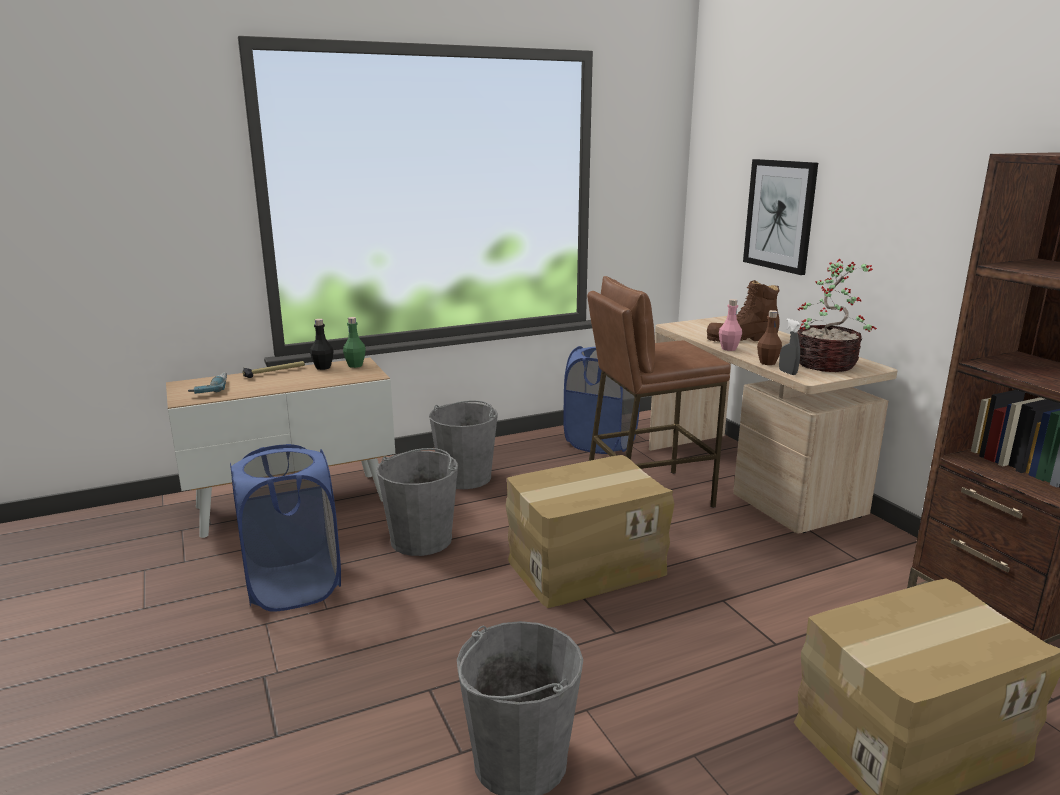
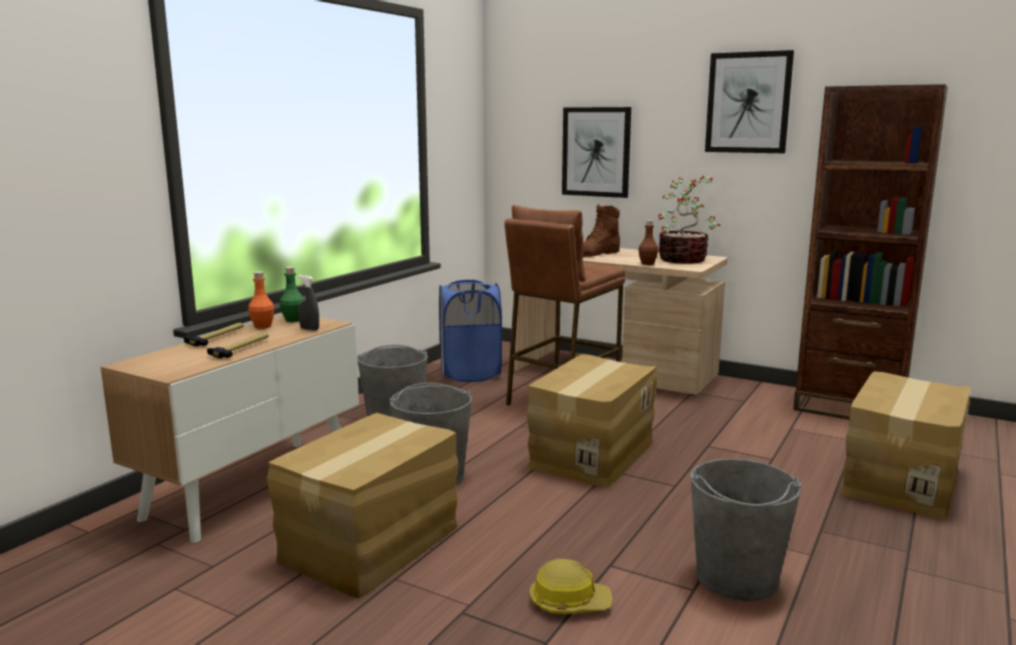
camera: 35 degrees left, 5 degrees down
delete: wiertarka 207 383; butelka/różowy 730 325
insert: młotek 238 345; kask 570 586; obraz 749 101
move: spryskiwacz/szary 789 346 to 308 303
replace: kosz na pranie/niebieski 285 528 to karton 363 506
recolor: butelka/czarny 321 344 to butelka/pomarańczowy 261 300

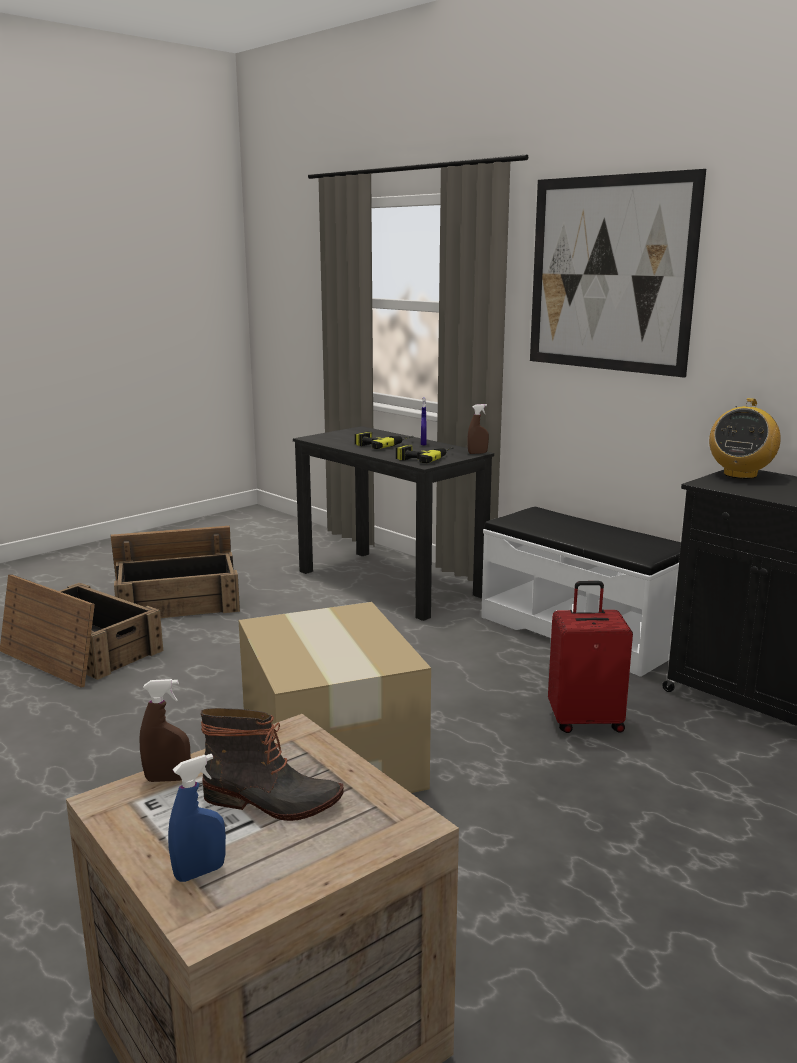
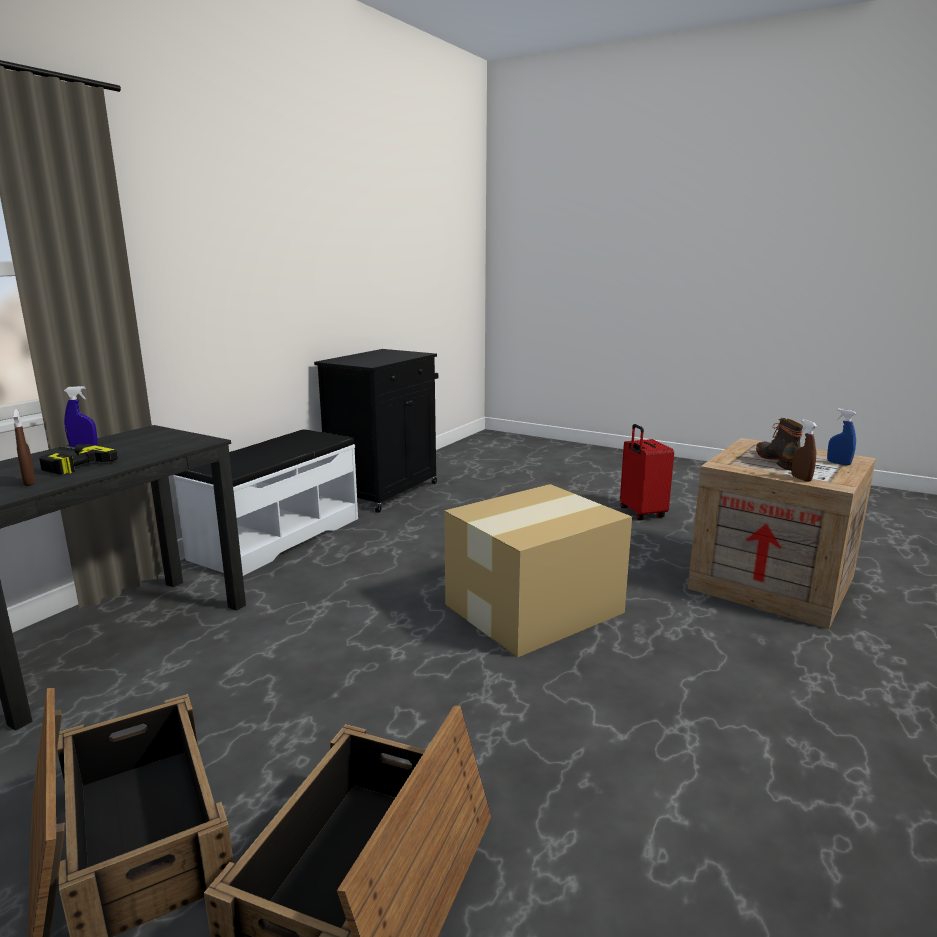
camera: 105 degrees left, 0 degrees up
delete: wiertarka 425 453; obraz 618 273; radio 745 438
move: spryskiwacz/brązowy 478 429 to 24 447; walizka/czerwony 590 657 to 647 472

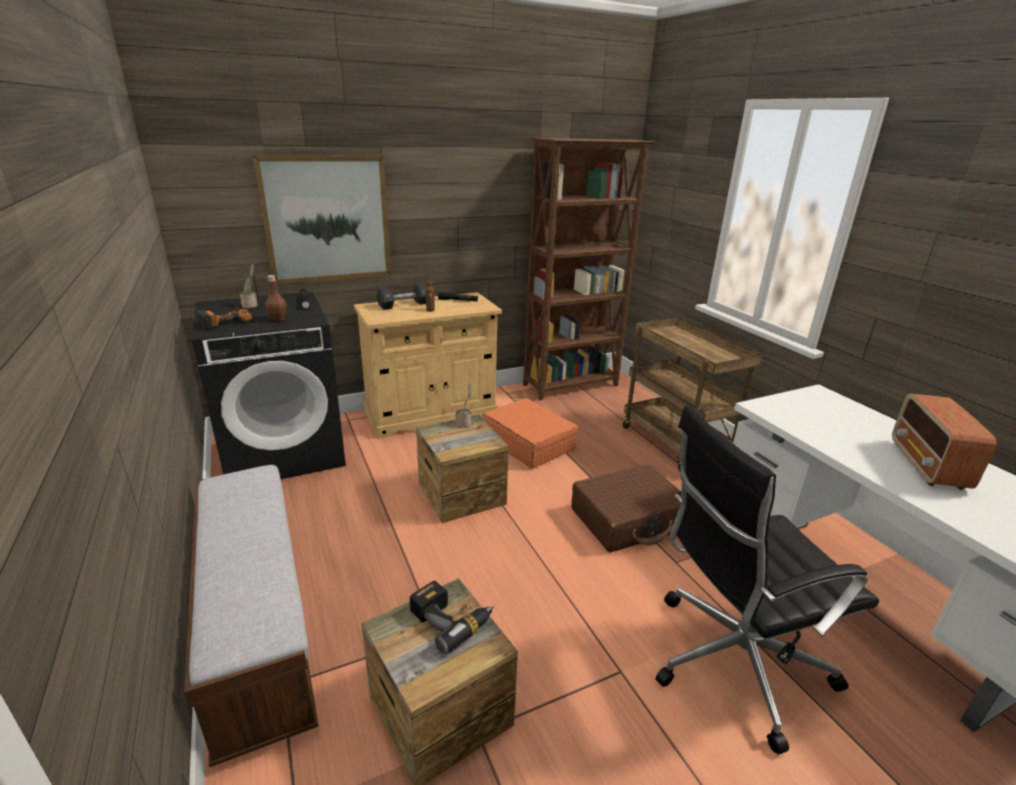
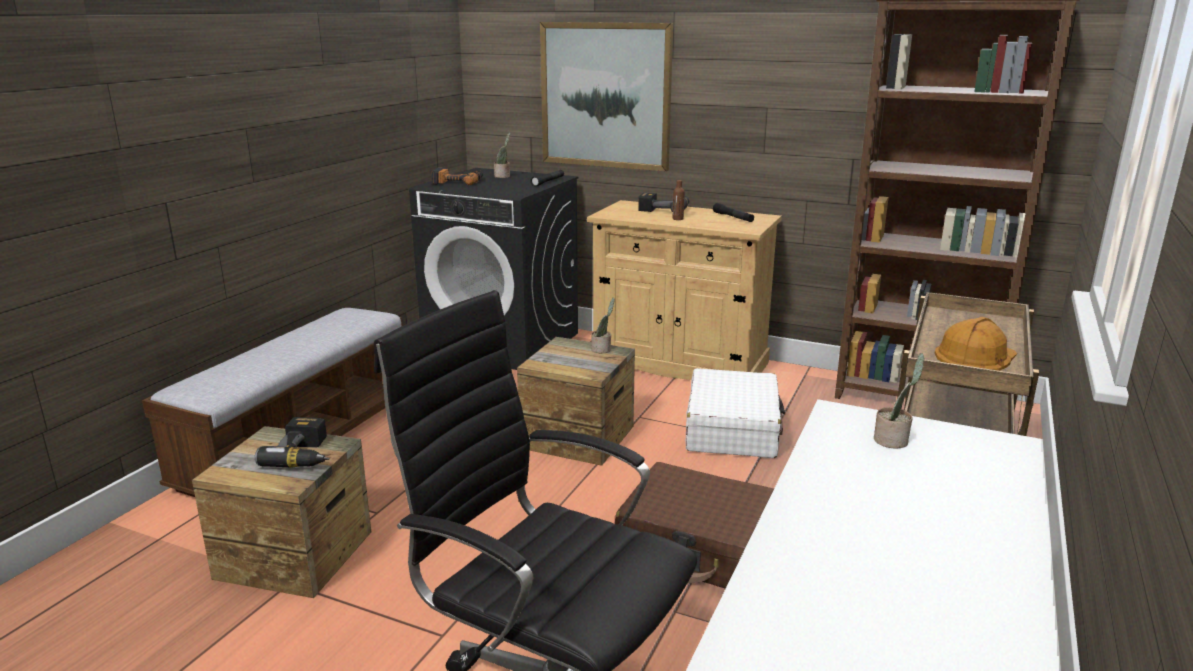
camera: 50 degrees right, 5 degrees down
delete: butelka/brązowy 276 298; radio 944 442
insert: roślina doniczkowa 899 401; kask/pomarańczowy 976 344
replace: hantel/czarny 402 296 to wiertarka 663 202
recolor: walizka/pomarańczowy 530 433 to walizka/biały 735 413

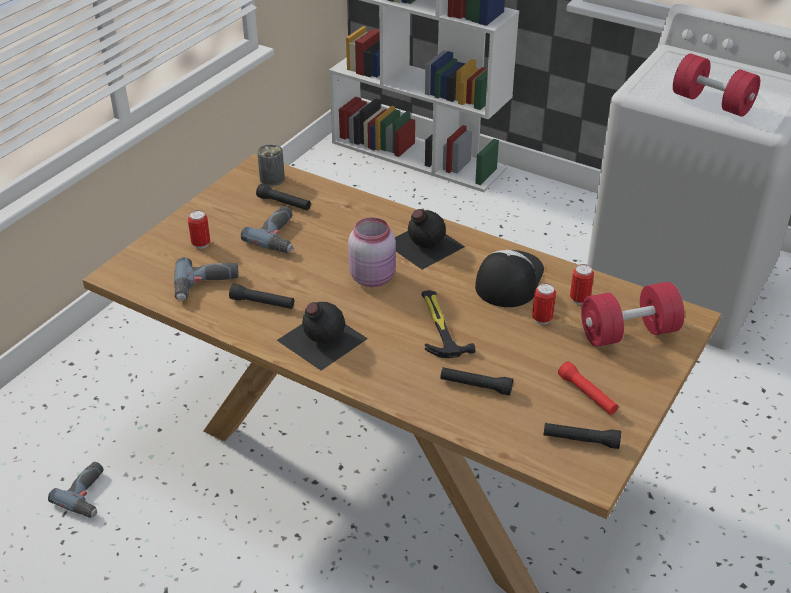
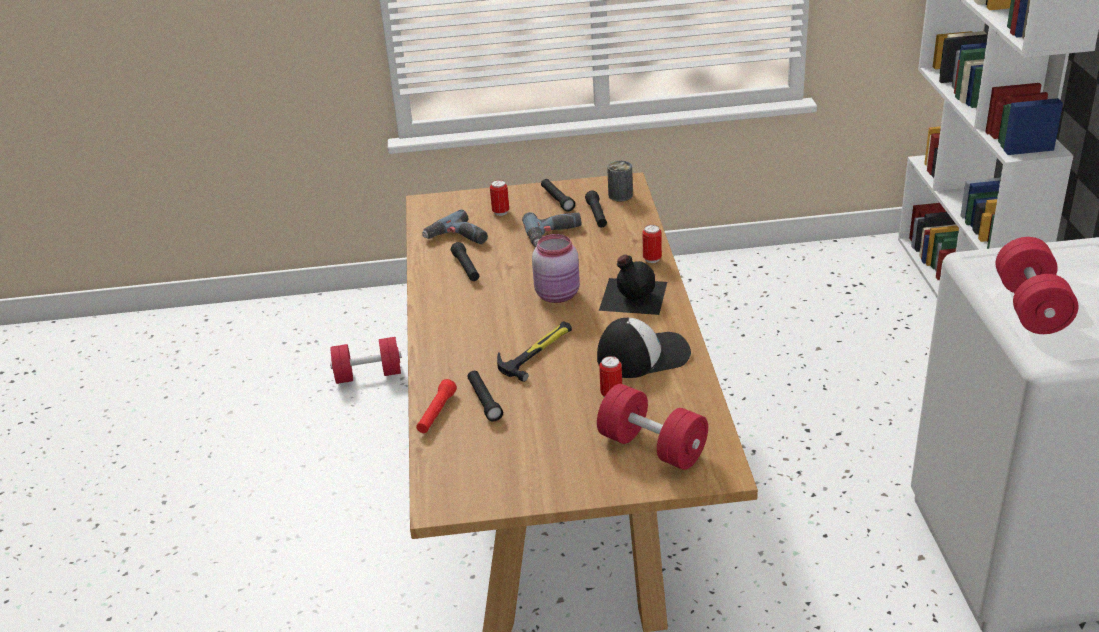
camera: 55 degrees right, 5 degrees down
delete: butelka/czarny 322 336
move: latarka/czarny 582 436 to 558 195; latarka/czerwony 588 388 to 436 406; puszka 582 284 to 652 244
replace: wiertarka 76 490 to hantel/czerwony 366 360

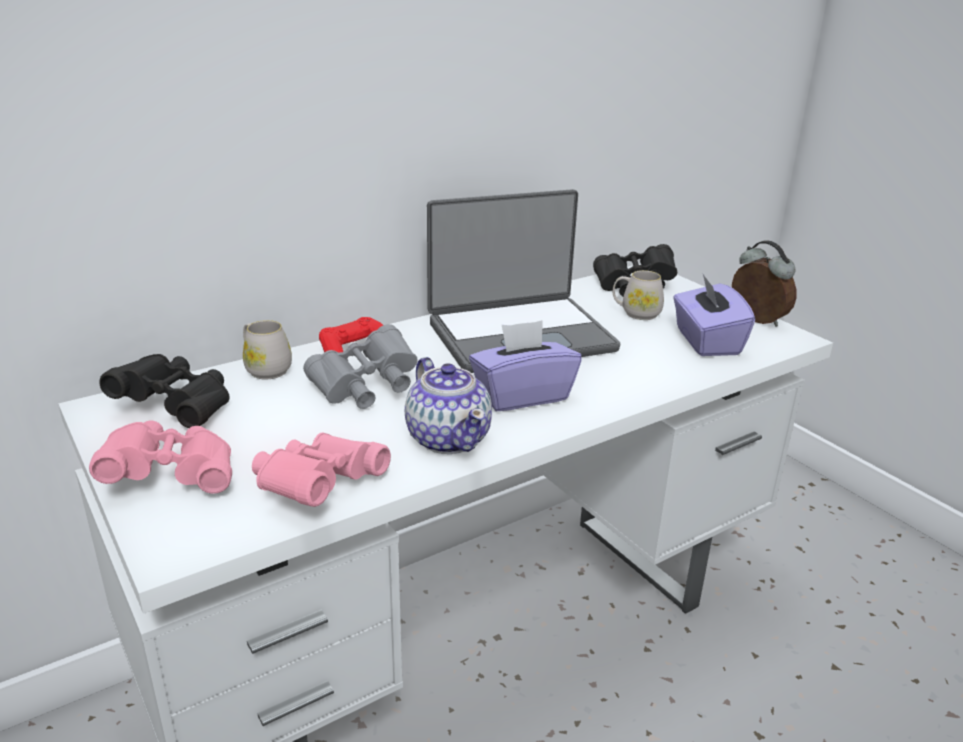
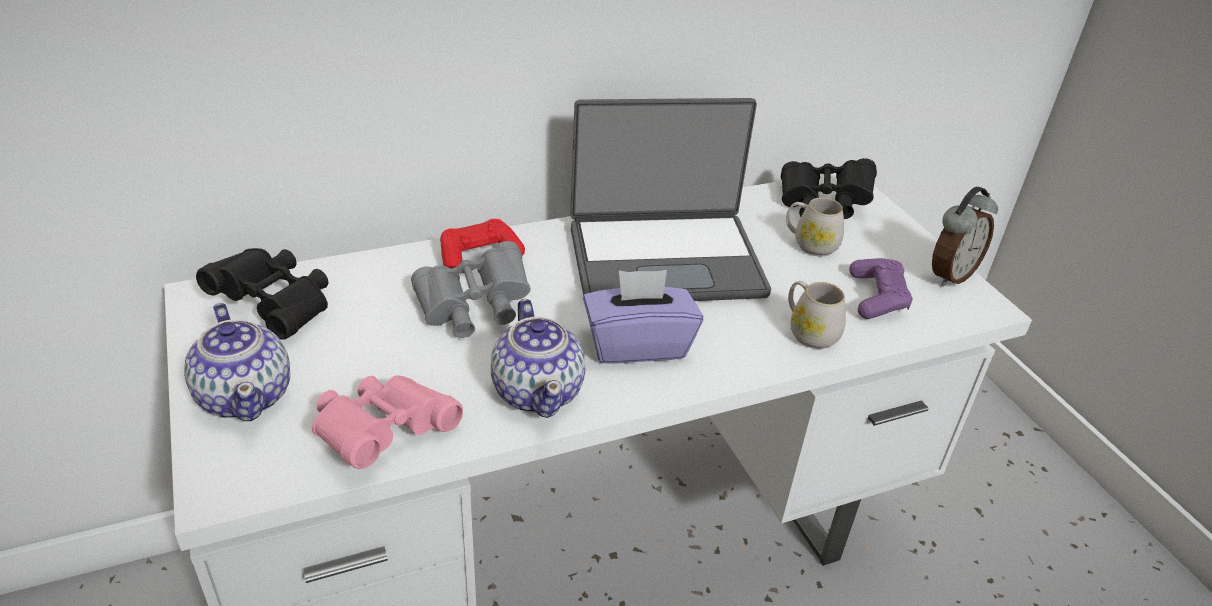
camera: 10 degrees right, 10 degrees up
move: kubek/biały 267 349 to 817 315
replace: lornetka/różowy 160 457 to imbryk 237 362; pudełko chusteczek/fioletowy 714 315 to pad do gier/fioletowy 881 288
rotate: budzik 764 283 = 965 237 75 degrees clockwise

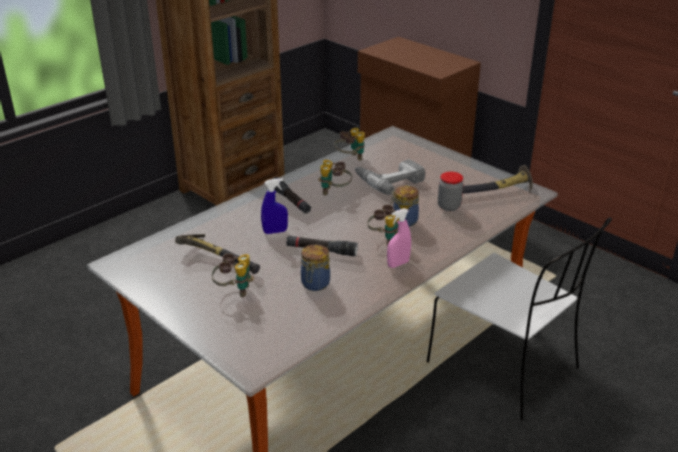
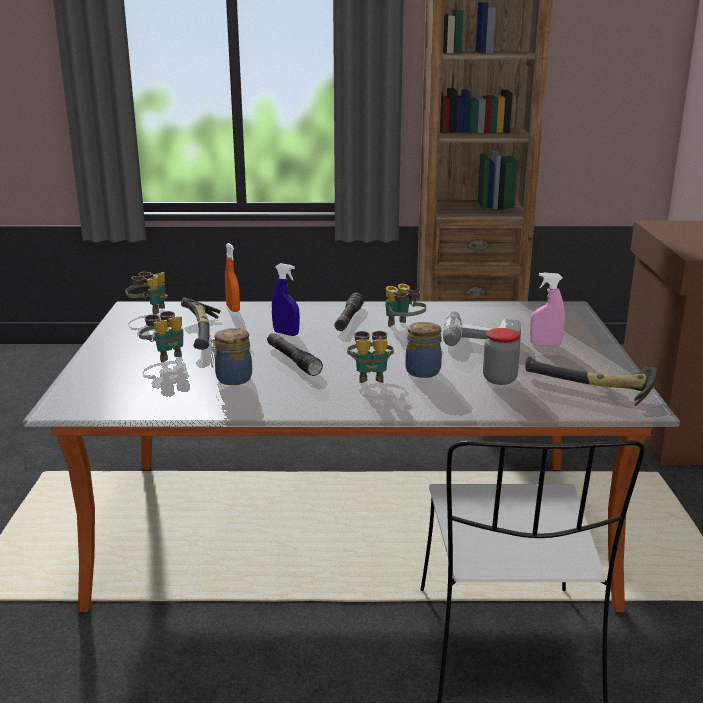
camera: 45 degrees right, 10 degrees down
insert: spryskiwacz/pomarańczowy 232 277
move: lornetka 349 144 to 147 293; spryskiwacz/różowy 399 238 to 547 309

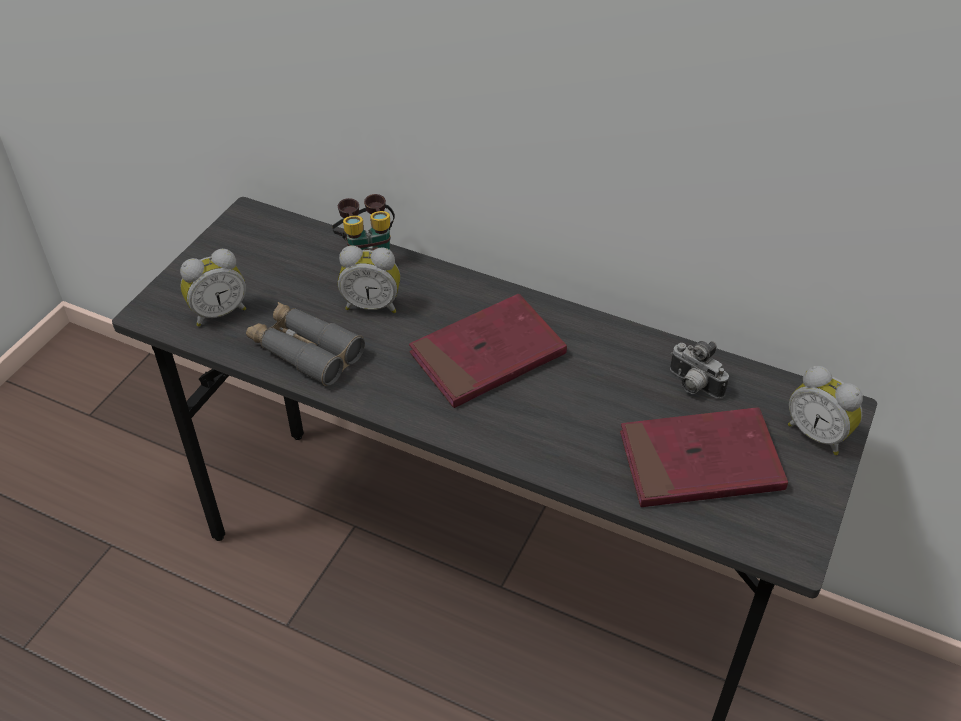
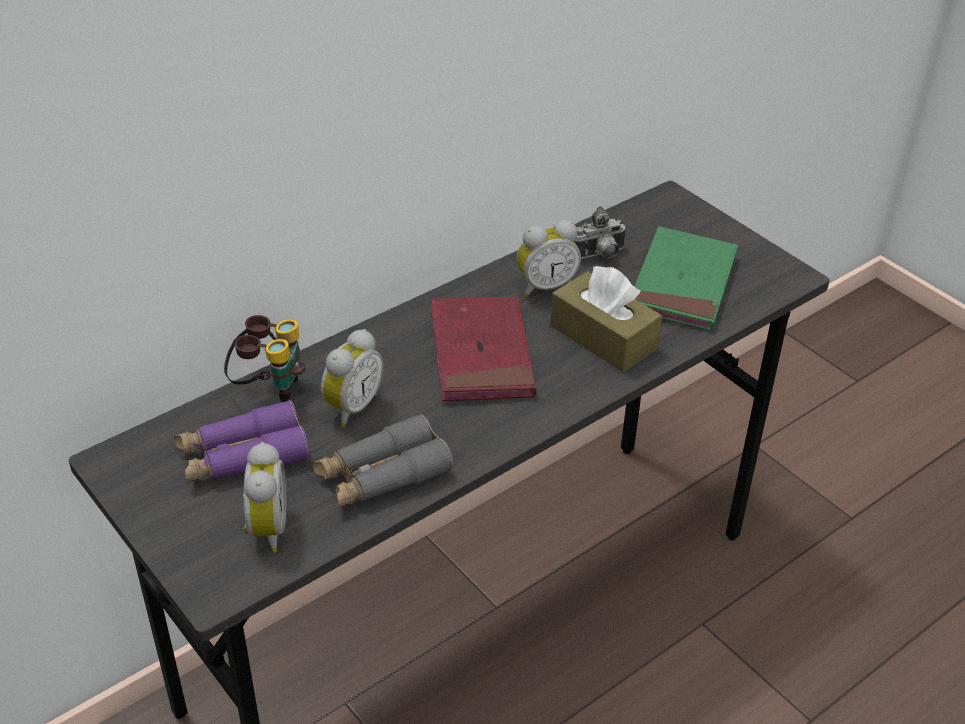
camera: 65 degrees left, 5 degrees down
insert: lornetka/fioletowy 242 441; pudełko chusteczek/brązowy 606 319
move: budzik 825 410 to 549 258
recolor: książka/czerwony 704 457 to książka/zielony 686 278

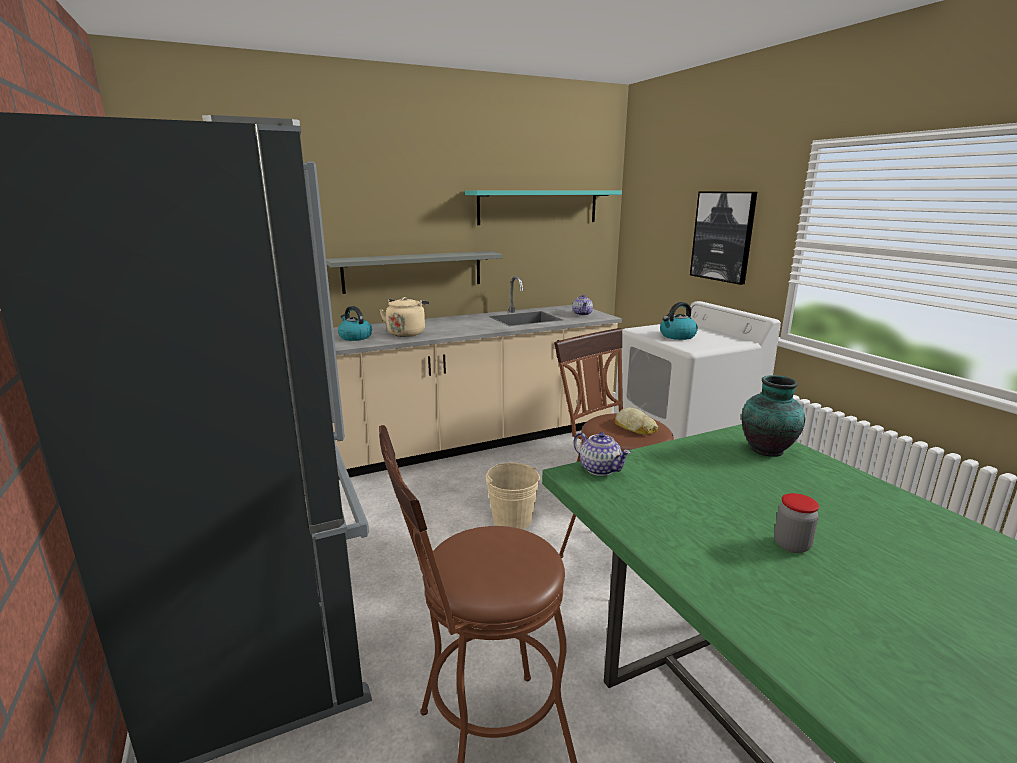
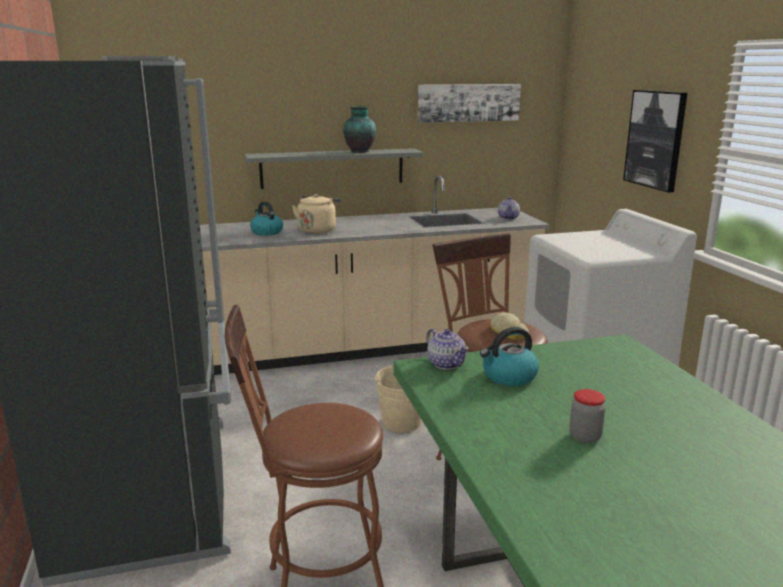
camera: 10 degrees right, 0 degrees up
move: czajnik 679 321 to 509 356; wazon 773 416 to 359 129
replace: półka/turkusowy 543 207 to obraz 469 103

